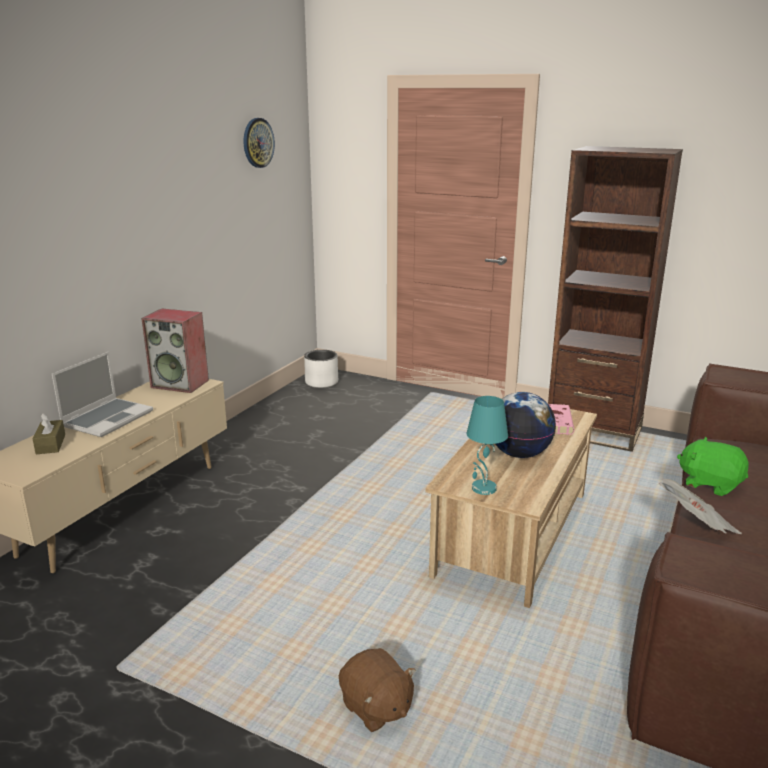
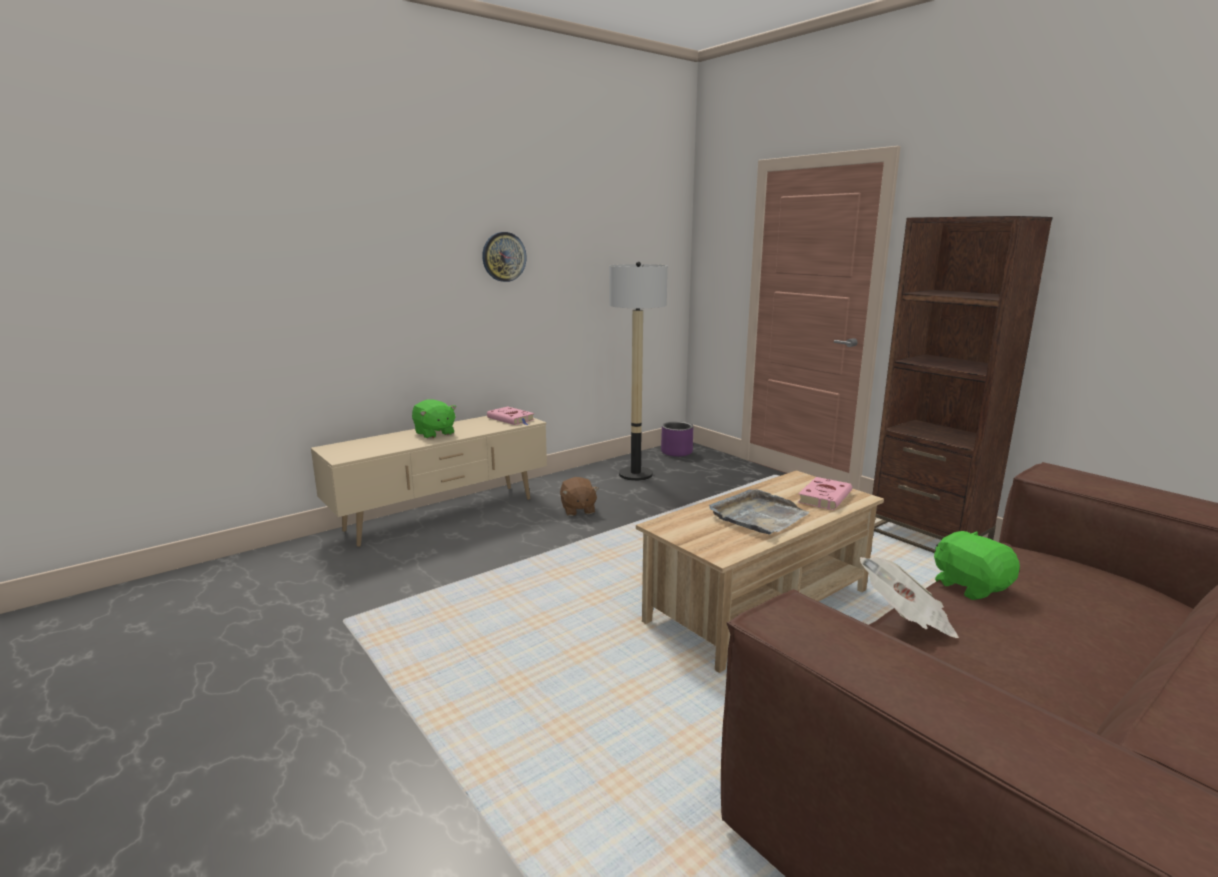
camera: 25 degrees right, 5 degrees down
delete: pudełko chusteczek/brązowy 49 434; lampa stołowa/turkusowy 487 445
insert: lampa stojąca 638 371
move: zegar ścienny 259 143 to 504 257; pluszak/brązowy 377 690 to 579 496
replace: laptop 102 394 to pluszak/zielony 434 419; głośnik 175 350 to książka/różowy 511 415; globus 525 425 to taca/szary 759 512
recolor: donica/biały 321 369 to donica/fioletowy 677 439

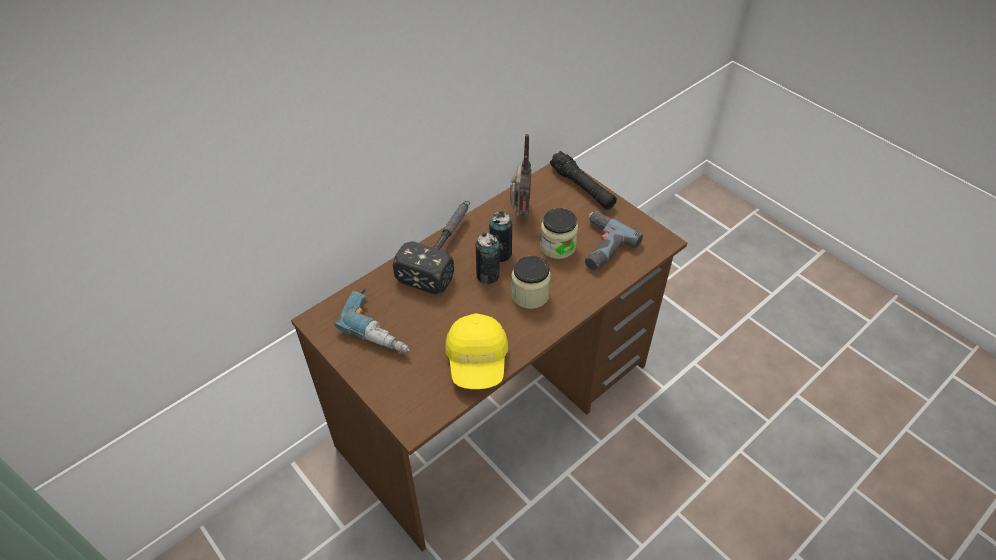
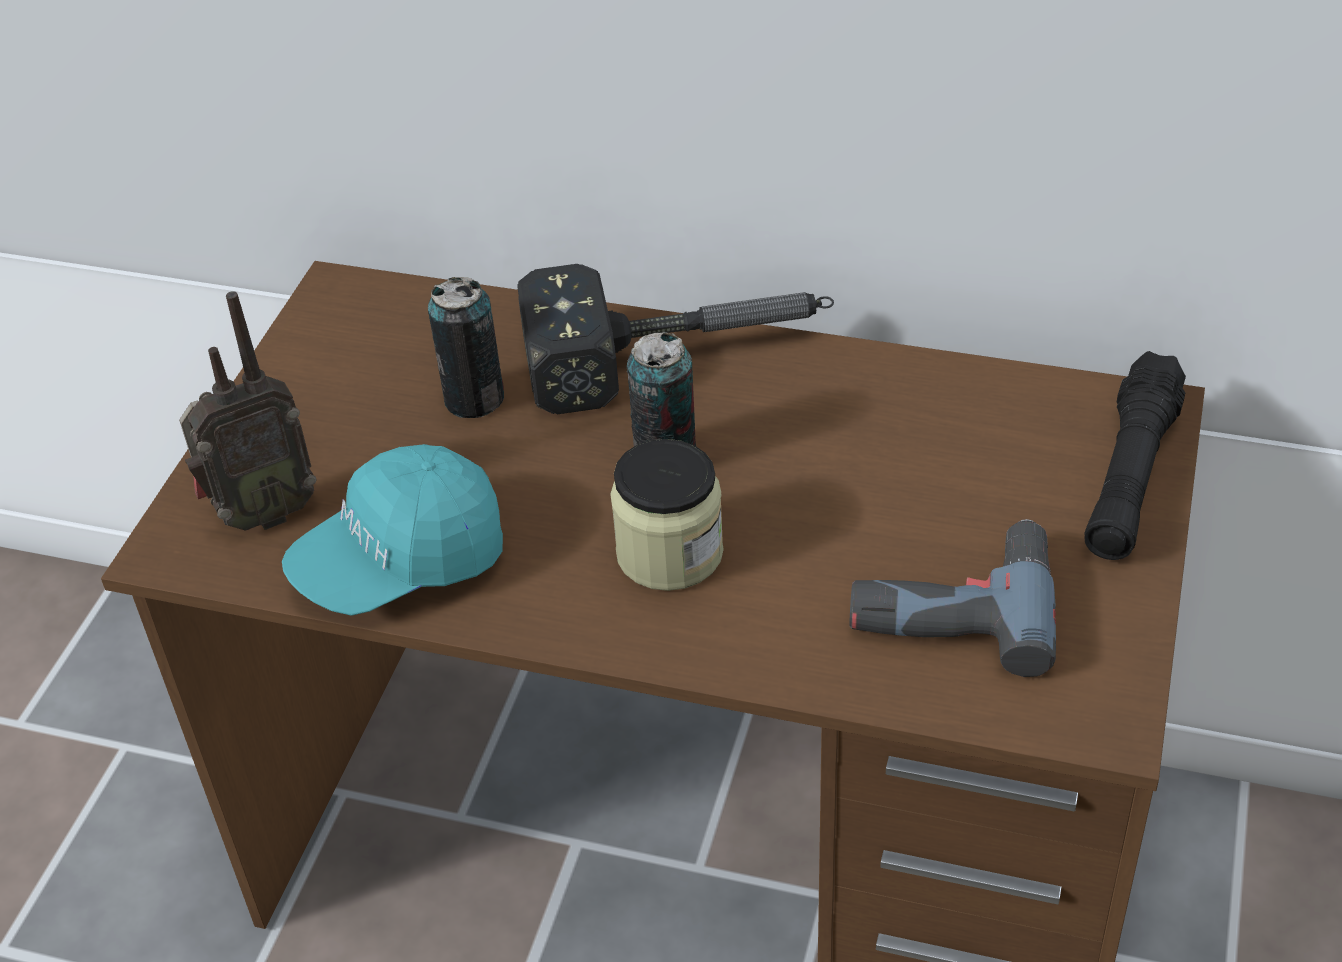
camera: 60 degrees right, 5 degrees down
delete: wiertarka 372 320; słoik 559 233
move: puszka 501 236 to 466 347; radio 520 176 to 248 411
recolor: czapka z daszkiem/żółty 476 351 to czapka z daszkiem/turkusowy 392 530

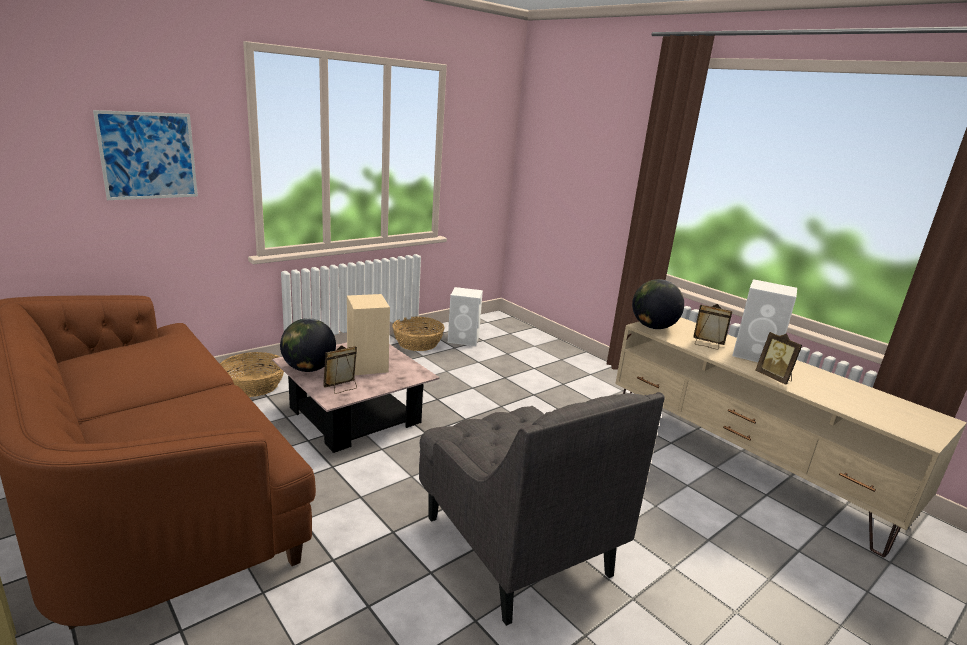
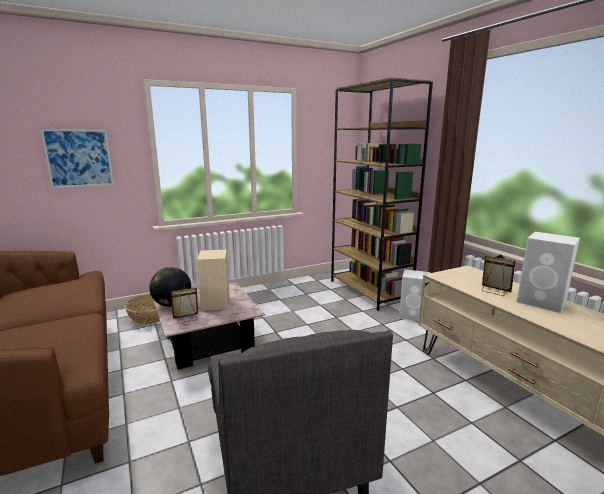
camera: 15 degrees right, 5 degrees down
delete: koszyk 418 334; globus 658 304; ramka na zdjęcie 779 358
insert: regał/brązowy 382 194
move: głośnik/biały 465 316 to 415 295

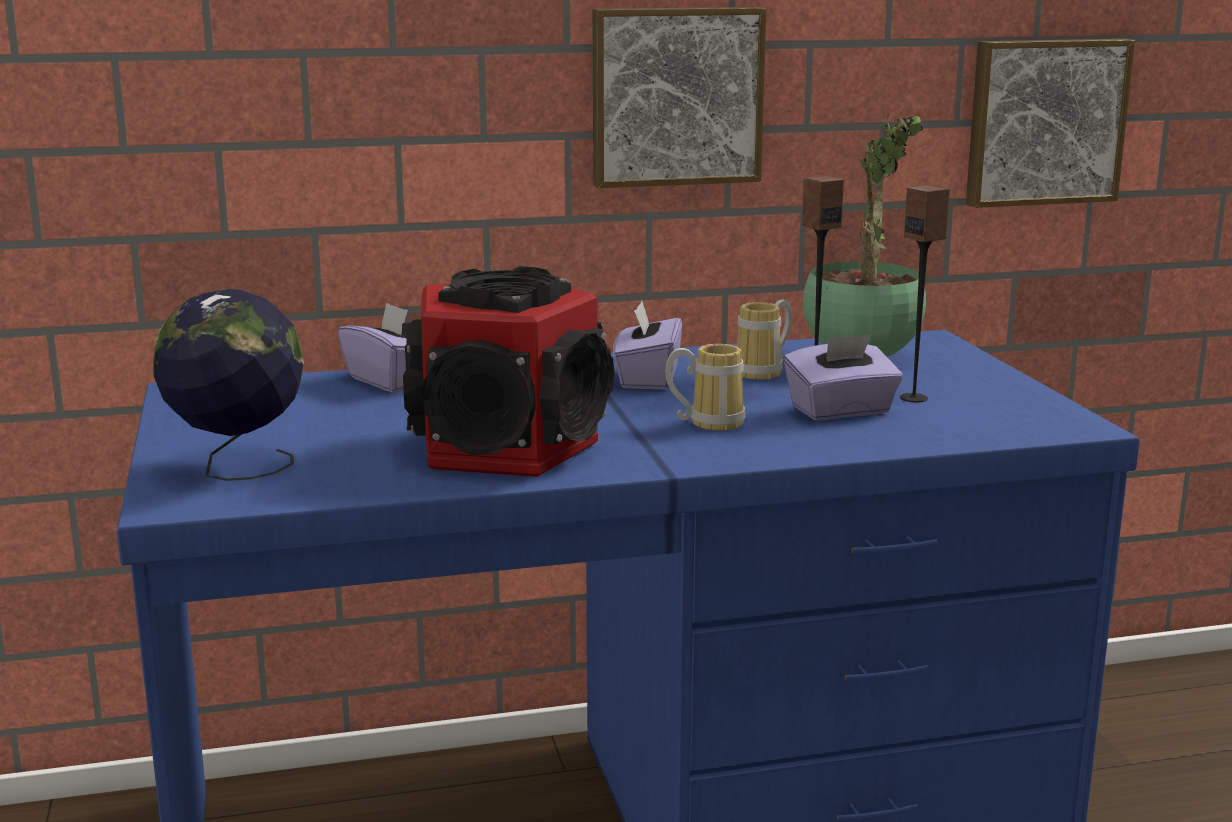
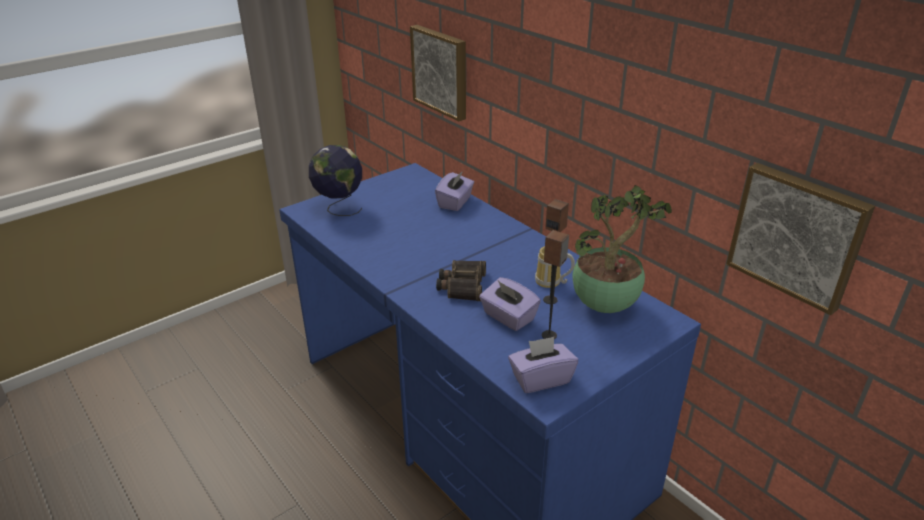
camera: 65 degrees right, 15 degrees up
delete: głośnik 508 371
move: obraz 679 97 to 438 73; pudełko chusteczek/fioletowy 647 345 to 543 365
replace: kubek 705 387 to lornetka 461 280

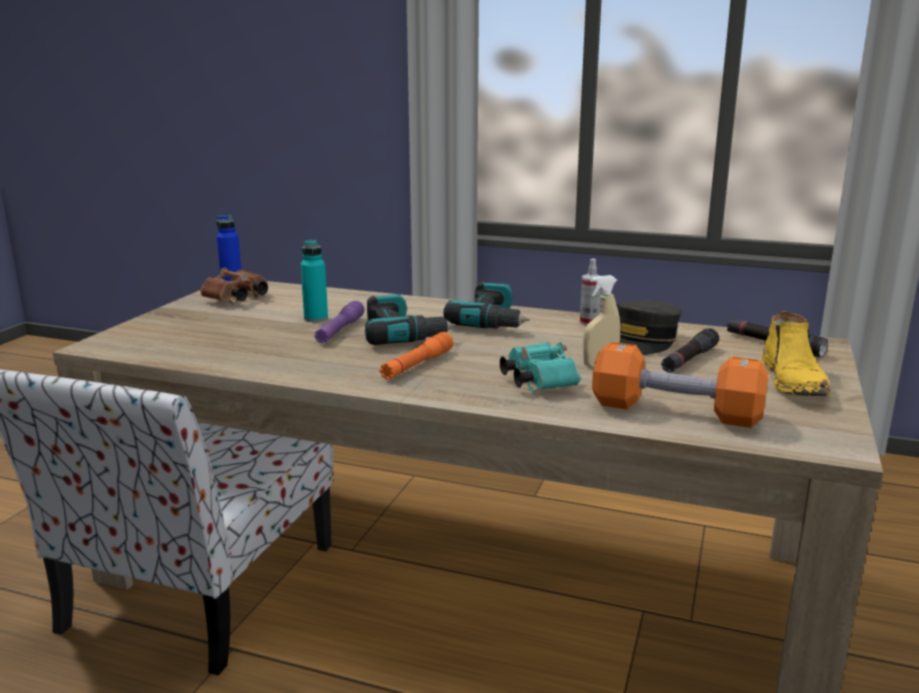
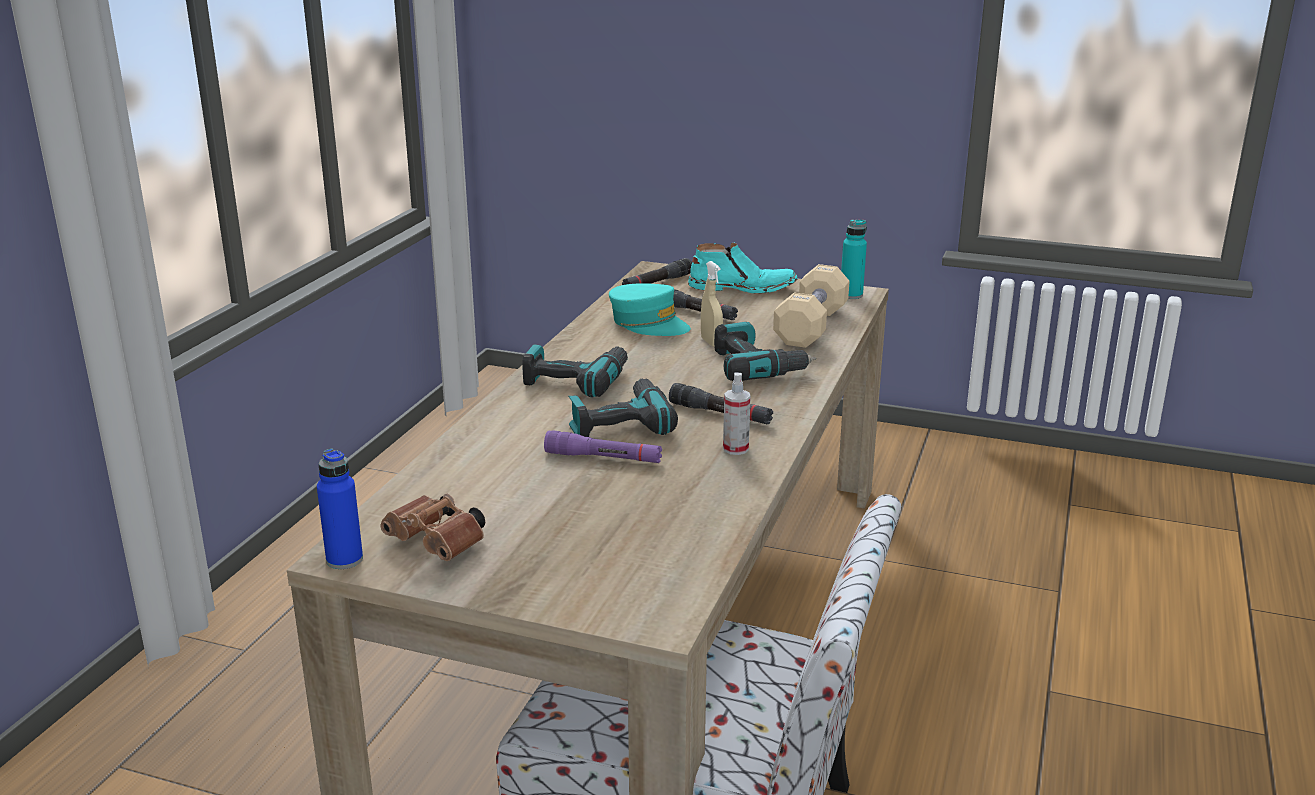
camera: 90 degrees left, 5 degrees up
move: butelka/turkusowy 314 280 to 854 259; spryskiwacz 591 292 to 737 413
replace: lornetka/turkusowy 540 367 to wiertarka 765 351
recolor: latarka/pomarańczowy 416 356 to latarka/czarny 721 403; hantel/pomarańczowy 680 385 to hantel/beżowy 811 306; czapka z daszkiem/szary 649 327 to czapka z daszkiem/turkusowy 650 309; but z cholewką/żółty 796 354 to but z cholewką/turkusowy 743 268

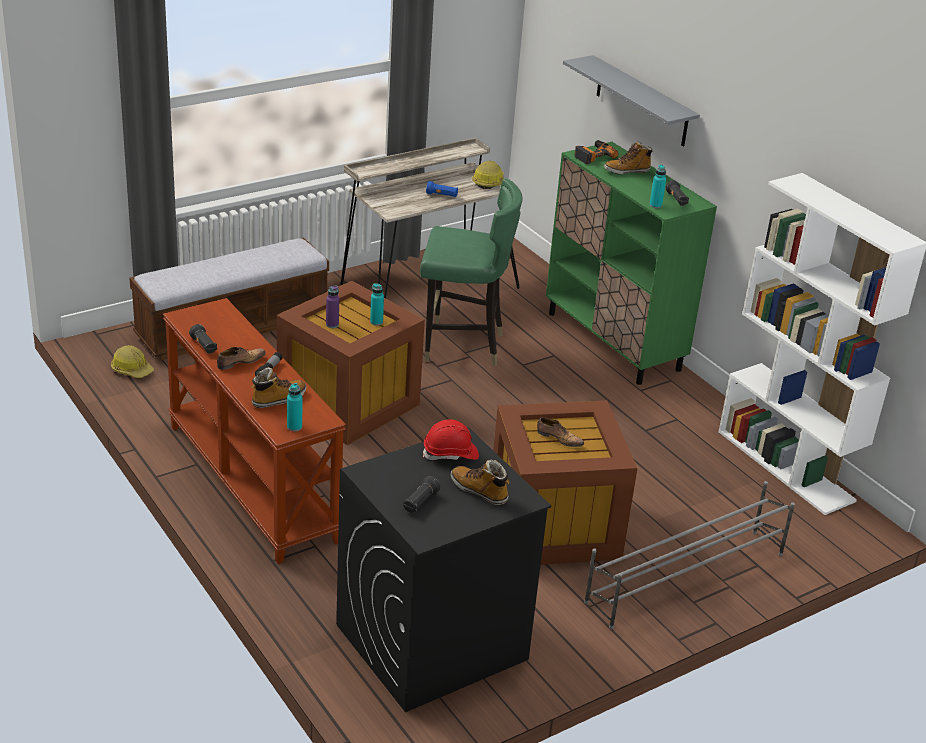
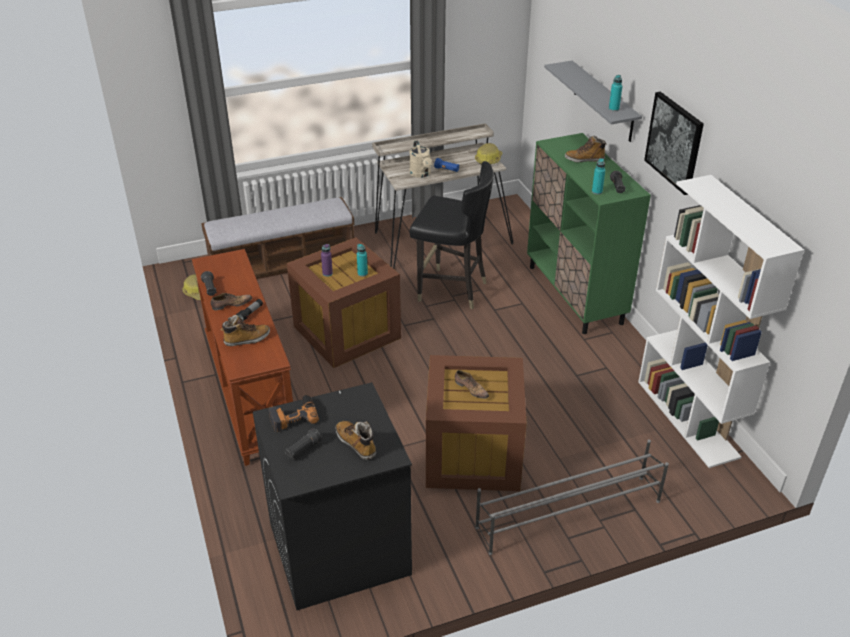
camera: 15 degrees right, 5 degrees up
delete: kask/czerwony 451 439
insert: konewka/beżowy 420 159; obraz 674 143
move: butelka/turkusowy 294 407 to 616 93; wiertarka 596 152 to 294 413
recolor: krzesło/zielony 471 272 to krzesło/czarny 451 235

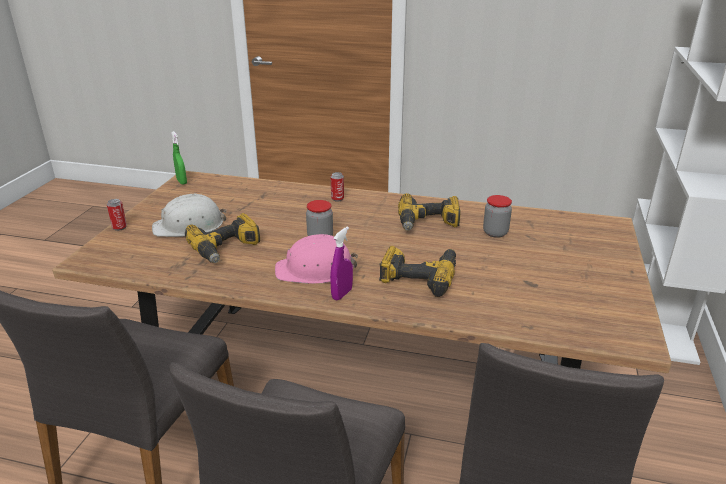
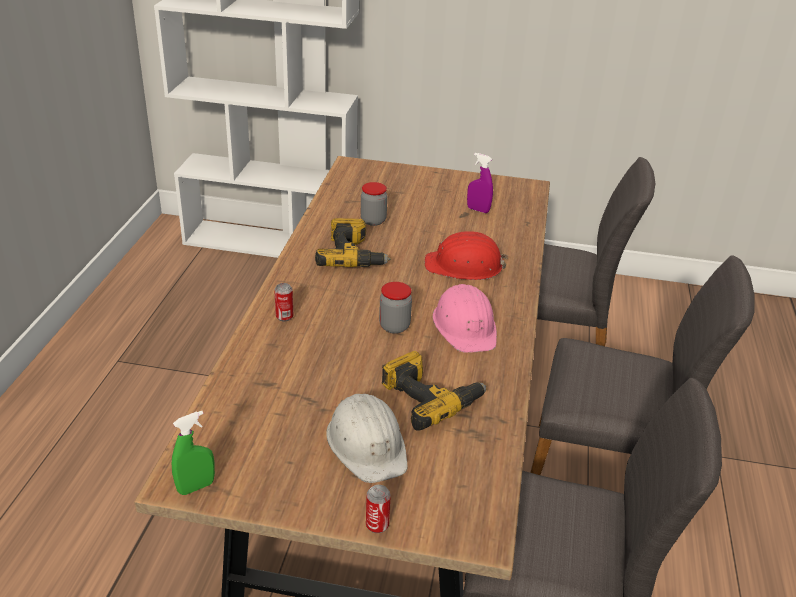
camera: 95 degrees left, 5 degrees up
move: spryskiwacz/fioletowy 341 264 to 480 183
replace: wiertarka 417 271 to kask/czerwony 466 255

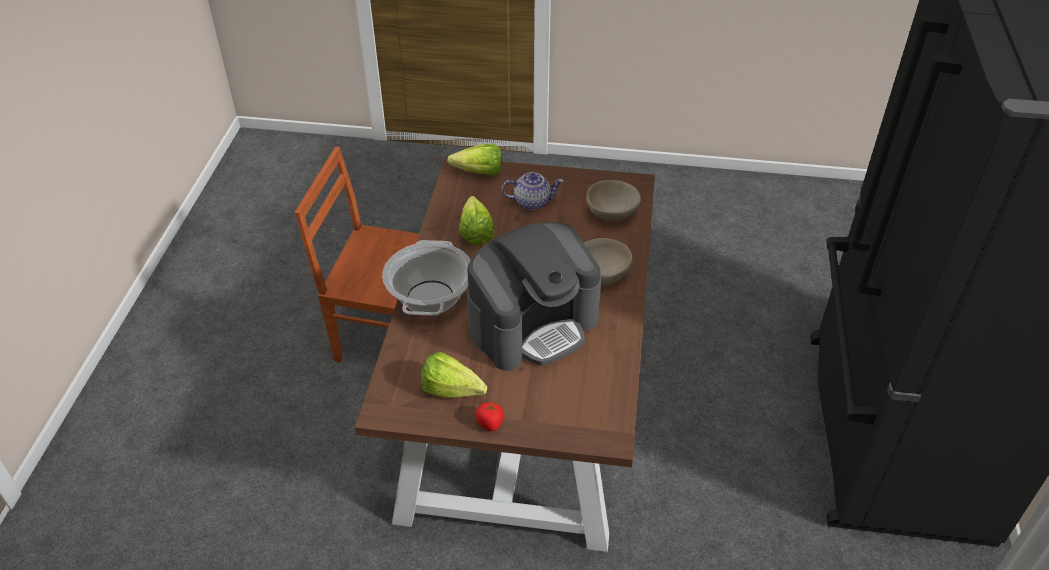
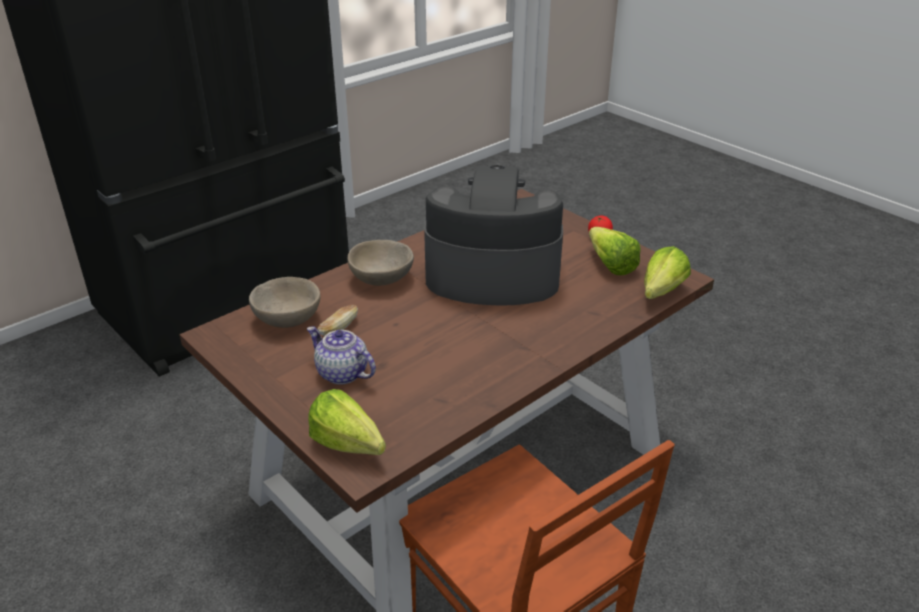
camera: 140 degrees left, 10 degrees down
delete: garnek 426 277
insert: chleb 338 320
move: sałata 477 220 to 667 272

